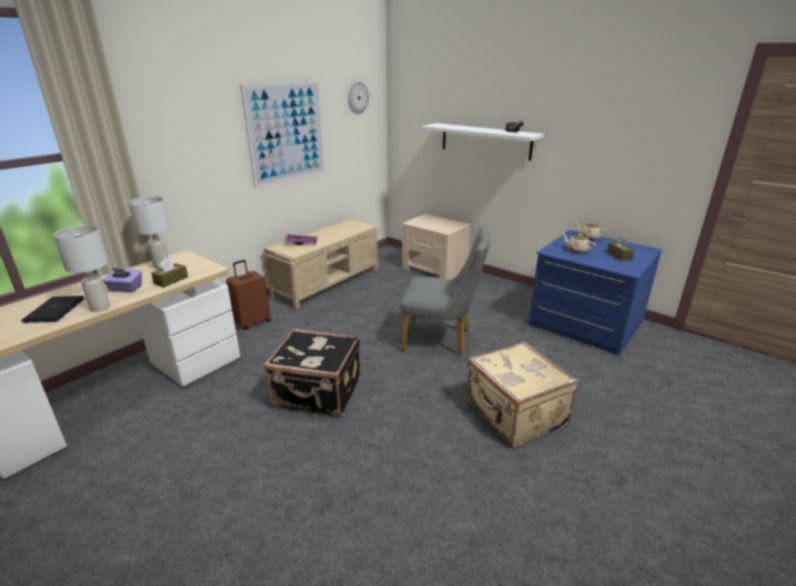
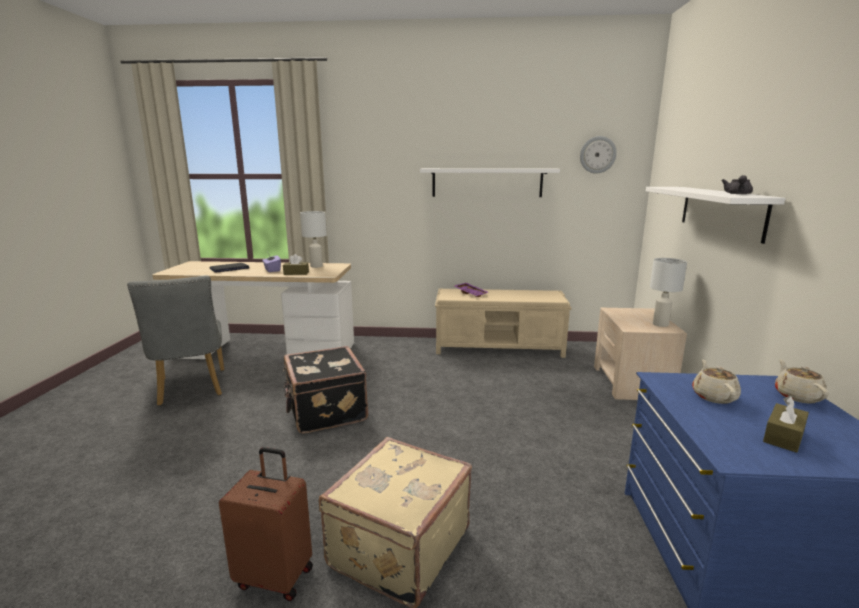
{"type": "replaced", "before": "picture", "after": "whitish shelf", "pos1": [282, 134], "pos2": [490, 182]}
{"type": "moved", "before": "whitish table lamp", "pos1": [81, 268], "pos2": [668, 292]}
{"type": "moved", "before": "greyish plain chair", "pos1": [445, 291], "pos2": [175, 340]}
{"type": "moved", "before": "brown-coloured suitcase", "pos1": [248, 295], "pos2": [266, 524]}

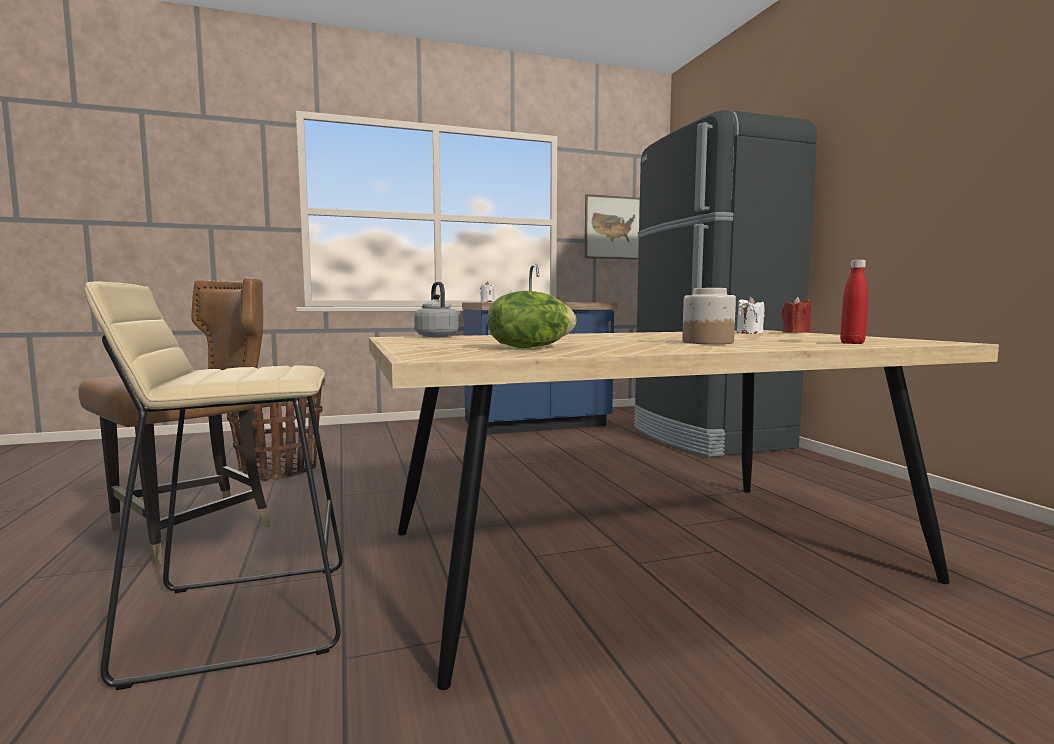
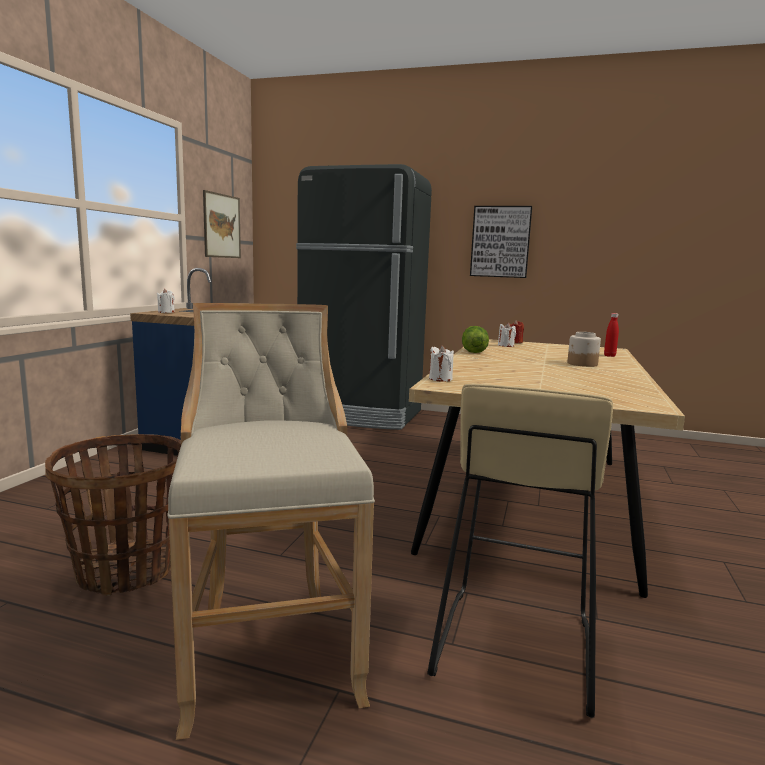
{"type": "replaced", "before": "brown-coloured plain chair", "after": "beige stool", "pos1": [174, 421], "pos2": [271, 521]}
{"type": "replaced", "before": "greyish water kettle", "after": "whitish wax candle", "pos1": [436, 309], "pos2": [441, 363]}
{"type": "moved", "before": "lettuce head", "pos1": [531, 319], "pos2": [475, 339]}
{"type": "added", "after": "picture", "pos2": [501, 242]}

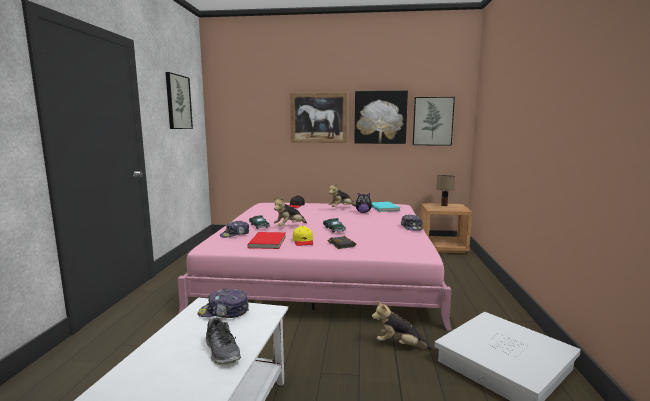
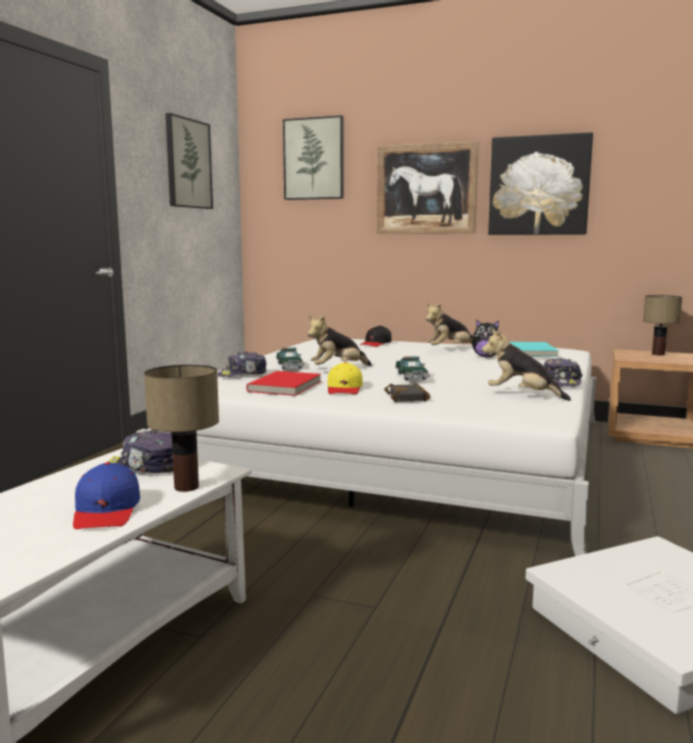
{"type": "moved", "before": "picture", "pos1": [434, 121], "pos2": [313, 157]}
{"type": "recoloured", "before": "pink-coloured sleeping bed", "after": "whitish sleeping bed", "pos1": [314, 267], "pos2": [366, 447]}
{"type": "moved", "before": "soft toy", "pos1": [402, 325], "pos2": [526, 365]}
{"type": "replaced", "before": "item of footwear", "after": "blue-coloured baseball cap", "pos1": [223, 341], "pos2": [106, 495]}
{"type": "added", "after": "table lamp", "pos2": [181, 428]}

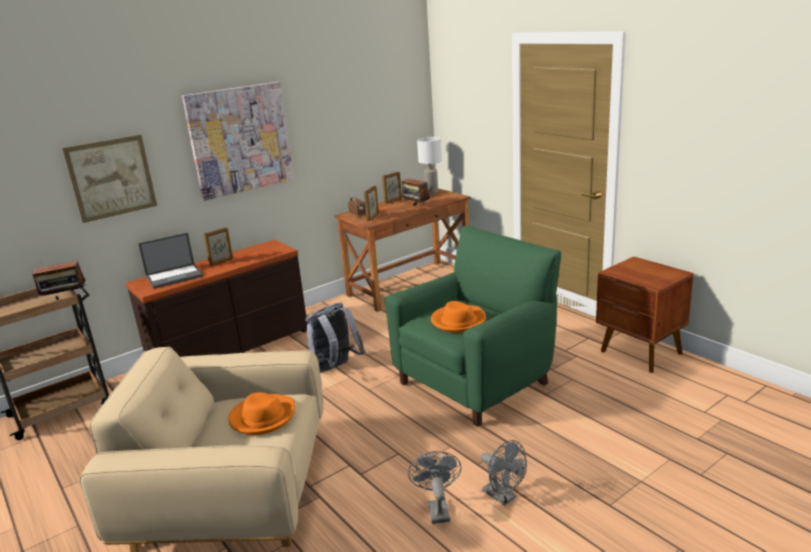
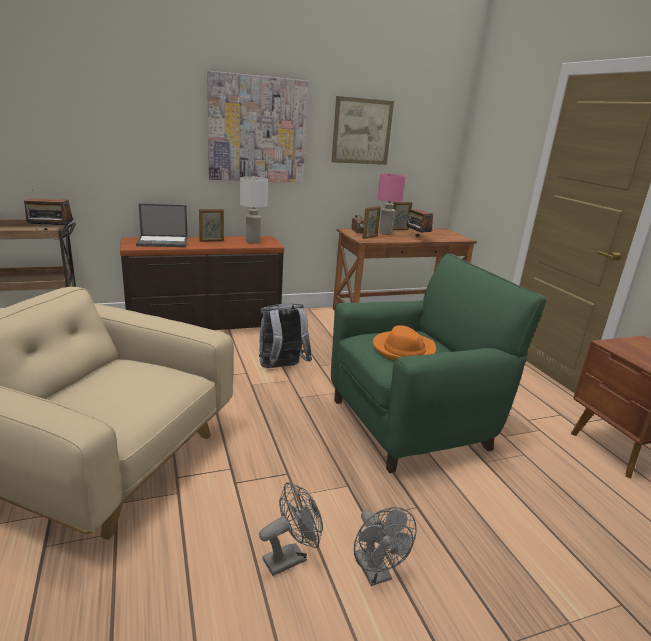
{"type": "moved", "before": "picture", "pos1": [109, 179], "pos2": [362, 130]}
{"type": "moved", "before": "whitish table lamp", "pos1": [429, 165], "pos2": [254, 210]}
{"type": "removed", "before": "orangey clothing hat", "pos1": [261, 413]}
{"type": "turned", "before": "greyish fan", "pos1": [434, 487], "pos2": [291, 529], "turn": 45}
{"type": "added", "after": "pink-coloured table lamp", "pos2": [391, 204]}

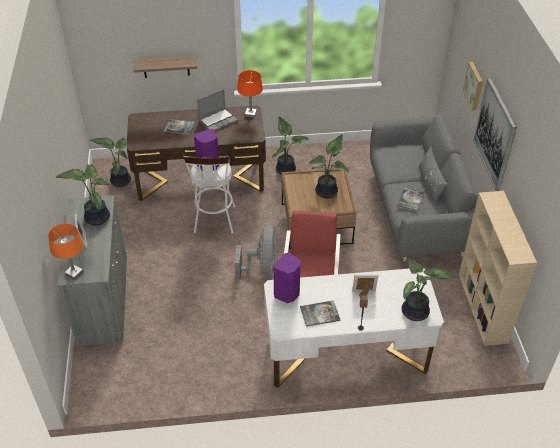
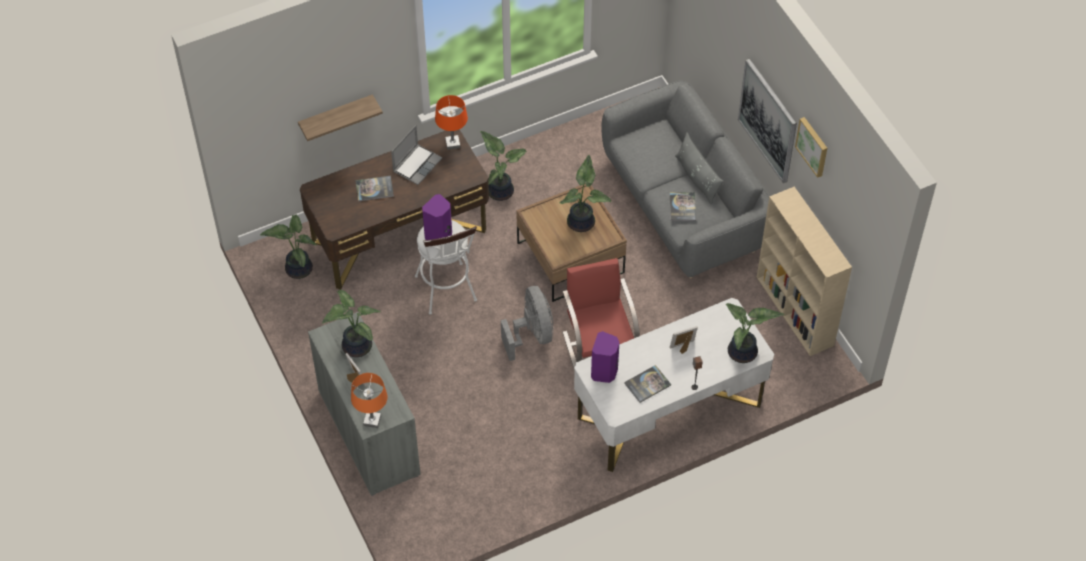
{"type": "moved", "before": "picture", "pos1": [473, 86], "pos2": [811, 147]}

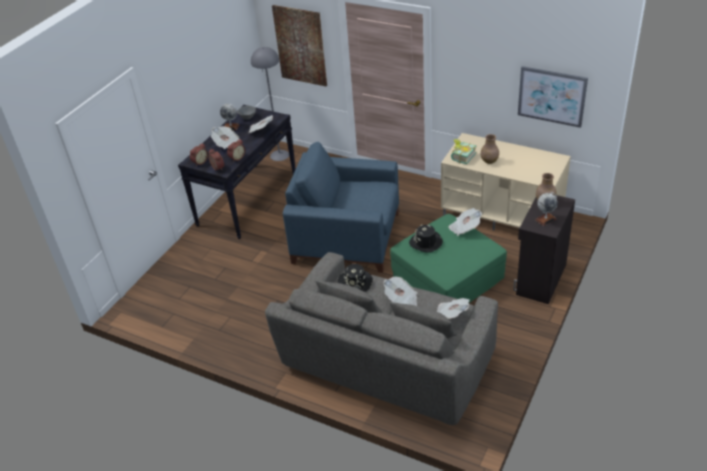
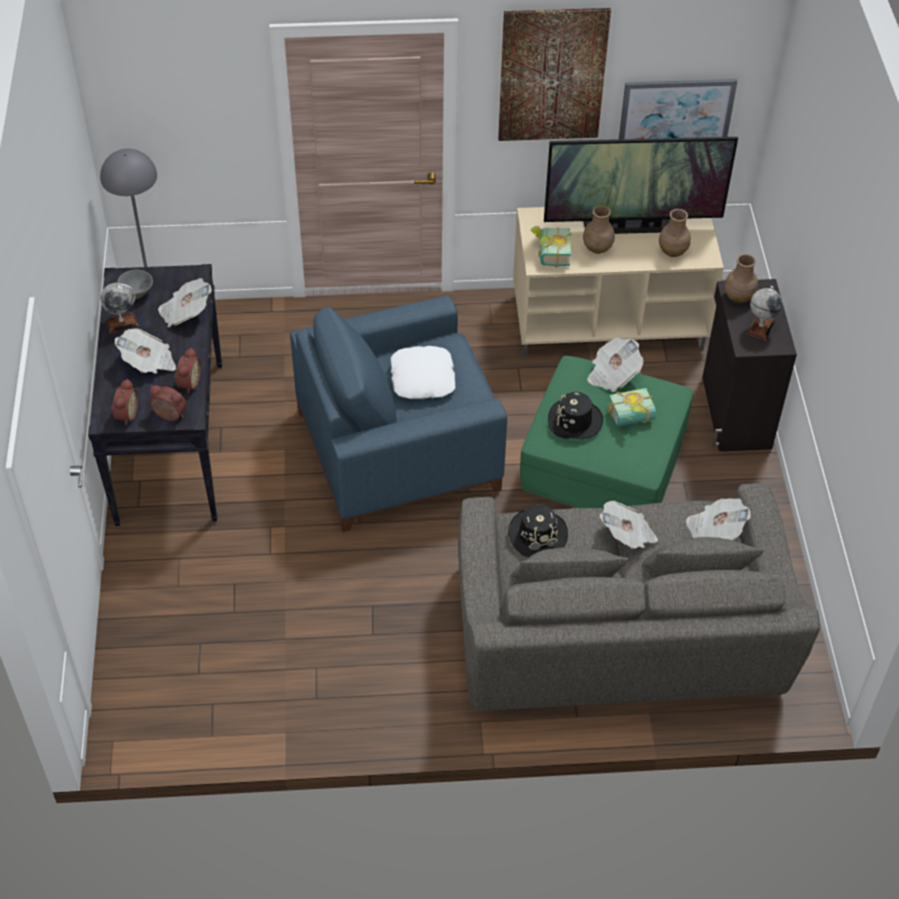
{"type": "moved", "before": "picture", "pos1": [299, 45], "pos2": [554, 74]}
{"type": "added", "after": "TV set", "pos2": [641, 185]}
{"type": "added", "after": "brown-coloured vase", "pos2": [675, 233]}
{"type": "added", "after": "whitish throw pillow", "pos2": [423, 372]}
{"type": "added", "after": "volume", "pos2": [631, 407]}

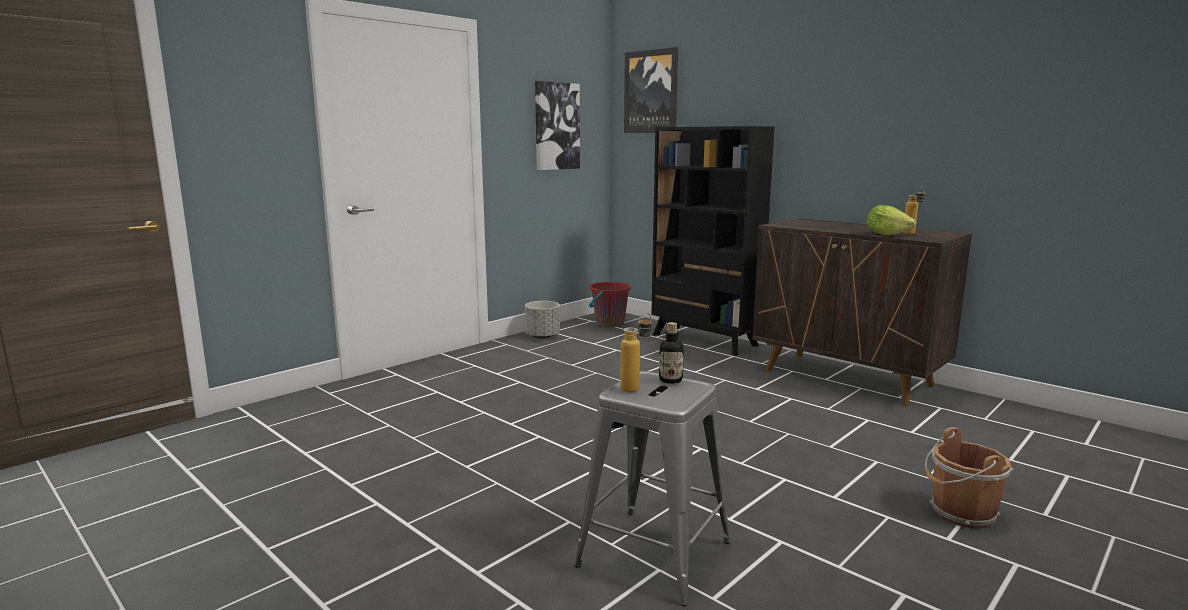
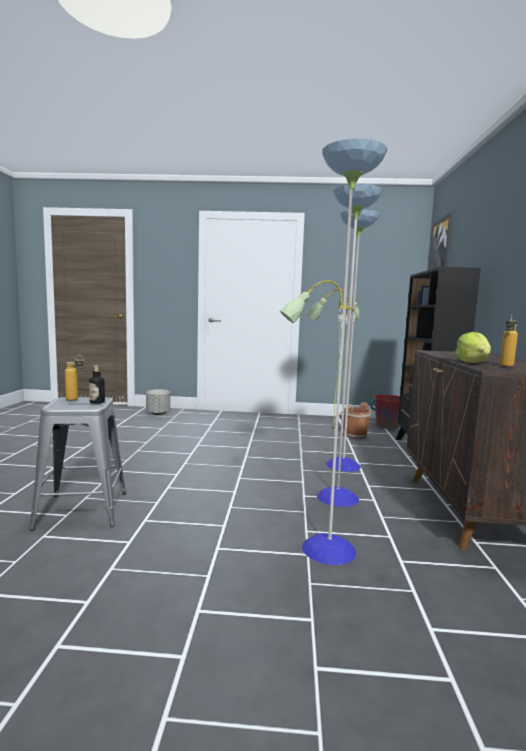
{"type": "removed", "before": "picture", "pos1": [557, 125]}
{"type": "moved", "before": "greyish flower pot", "pos1": [542, 320], "pos2": [158, 402]}
{"type": "moved", "before": "brown-coloured pail", "pos1": [969, 477], "pos2": [355, 420]}
{"type": "added", "after": "standard lamp", "pos2": [333, 351]}

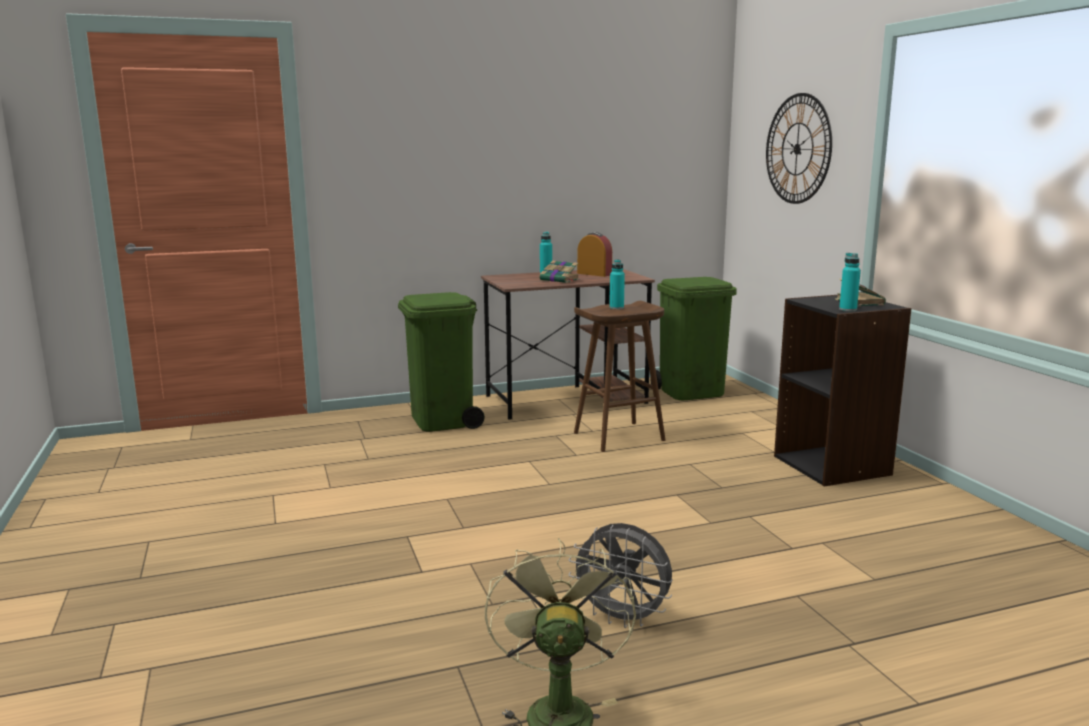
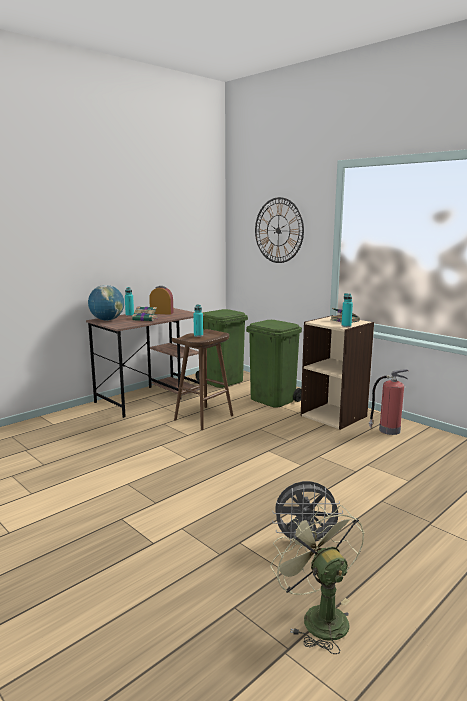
{"type": "moved", "before": "green waste bin", "pos1": [441, 362], "pos2": [274, 364]}
{"type": "recoloured", "before": "black-coloured shelving unit", "after": "beige shelving unit", "pos1": [842, 390], "pos2": [337, 372]}
{"type": "added", "after": "globe", "pos2": [106, 303]}
{"type": "added", "after": "extinguisher", "pos2": [388, 402]}

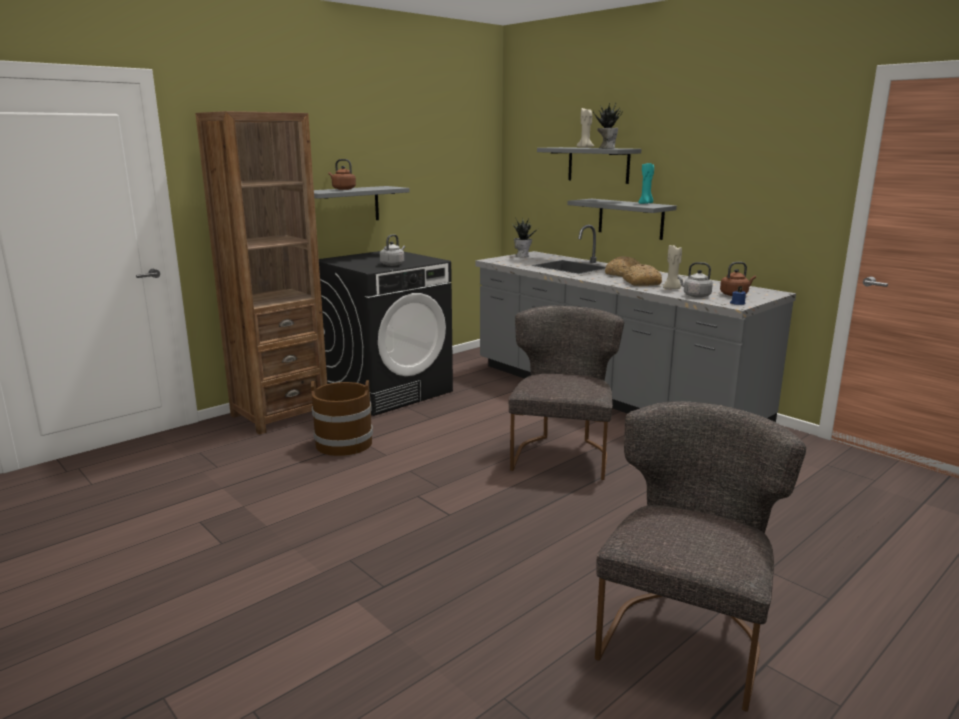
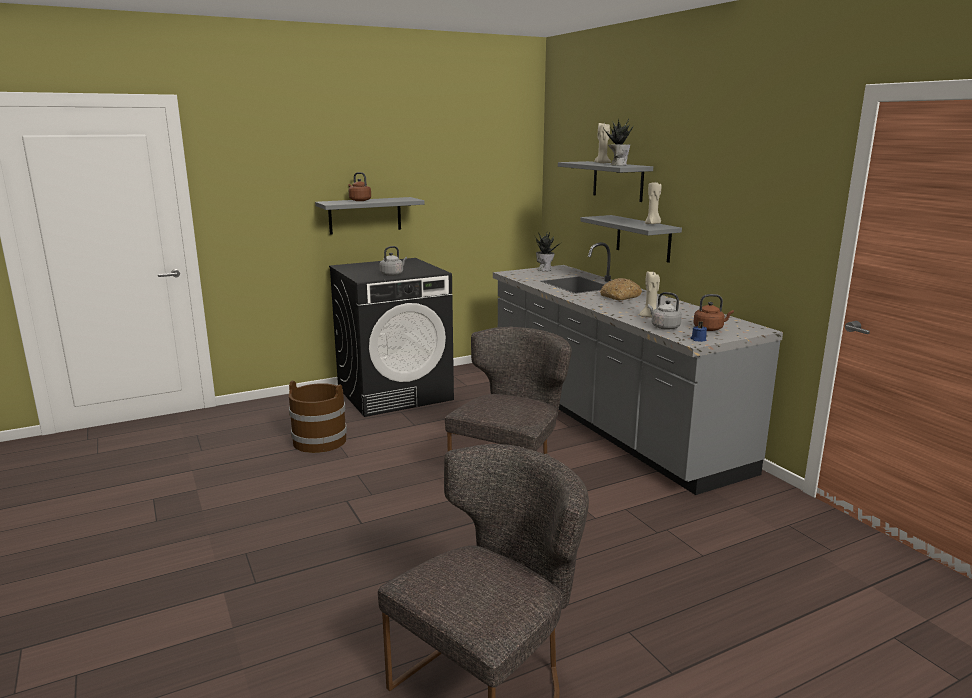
{"type": "removed", "before": "brown-coloured shelving unit", "pos1": [261, 273]}
{"type": "recoloured", "before": "turquoise-coloured wax candle", "after": "beige wax candle", "pos1": [646, 183], "pos2": [653, 203]}
{"type": "removed", "before": "baked bread", "pos1": [642, 275]}

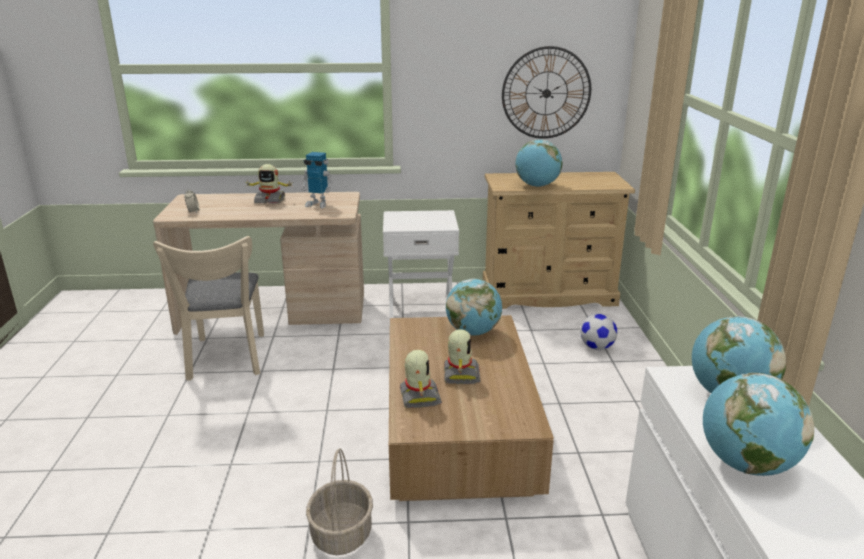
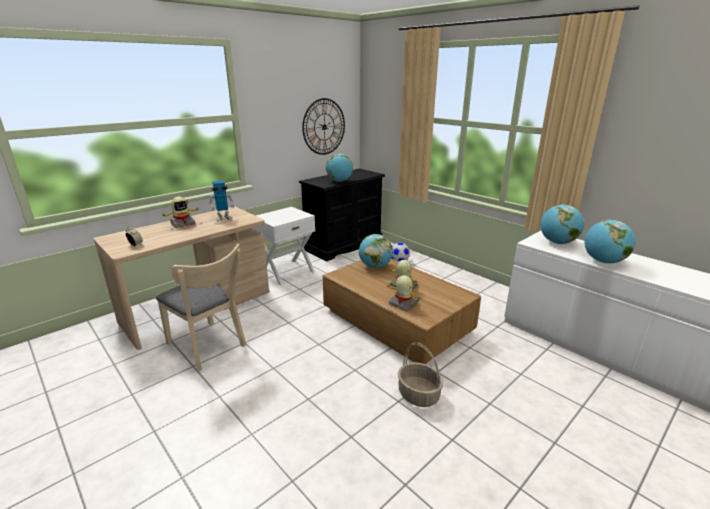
{"type": "recoloured", "before": "beige dresser", "after": "black-coloured dresser", "pos1": [559, 240], "pos2": [342, 215]}

